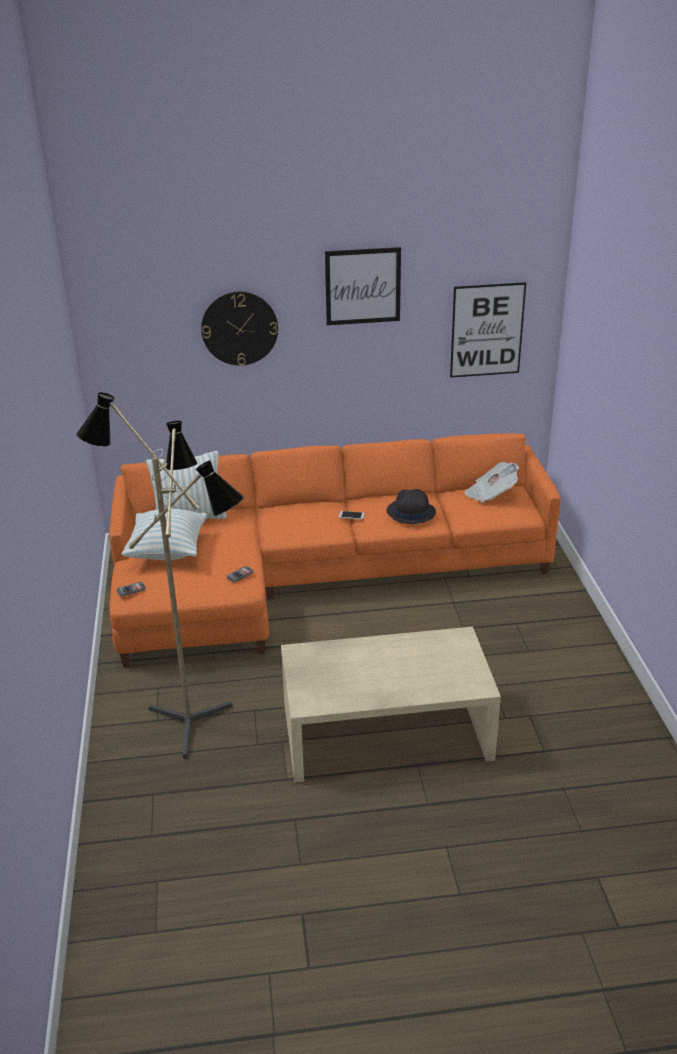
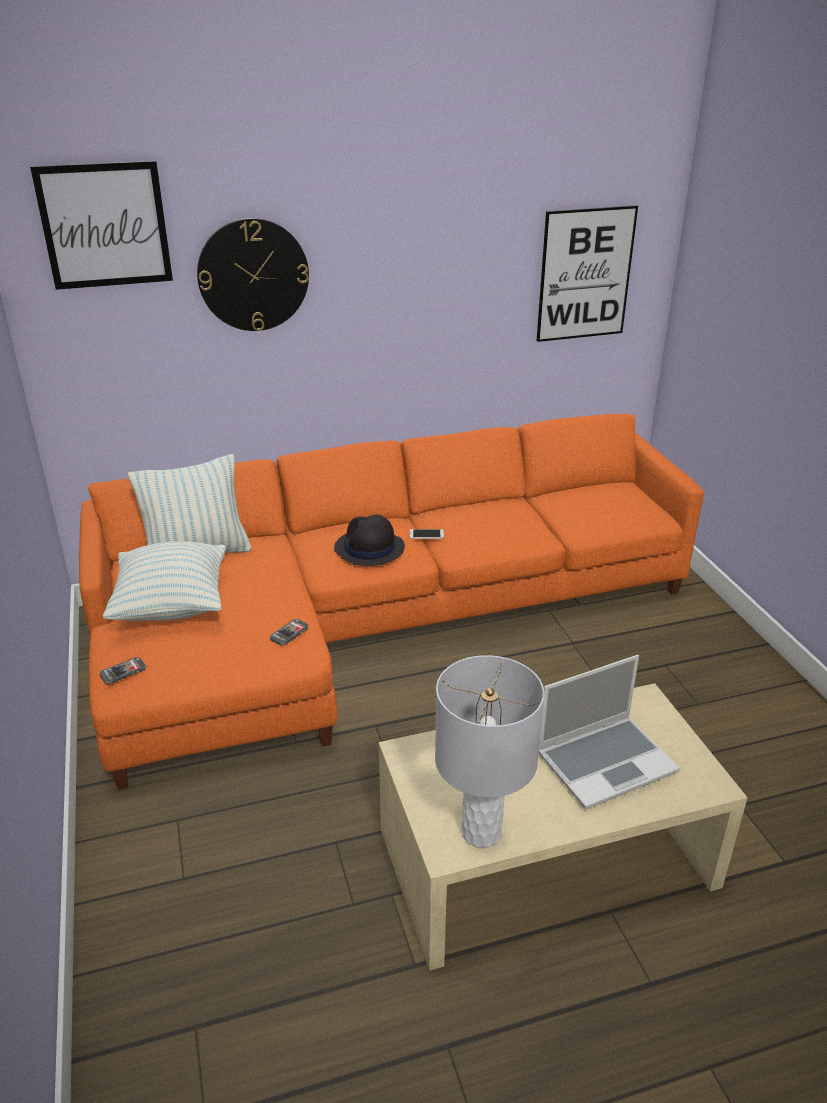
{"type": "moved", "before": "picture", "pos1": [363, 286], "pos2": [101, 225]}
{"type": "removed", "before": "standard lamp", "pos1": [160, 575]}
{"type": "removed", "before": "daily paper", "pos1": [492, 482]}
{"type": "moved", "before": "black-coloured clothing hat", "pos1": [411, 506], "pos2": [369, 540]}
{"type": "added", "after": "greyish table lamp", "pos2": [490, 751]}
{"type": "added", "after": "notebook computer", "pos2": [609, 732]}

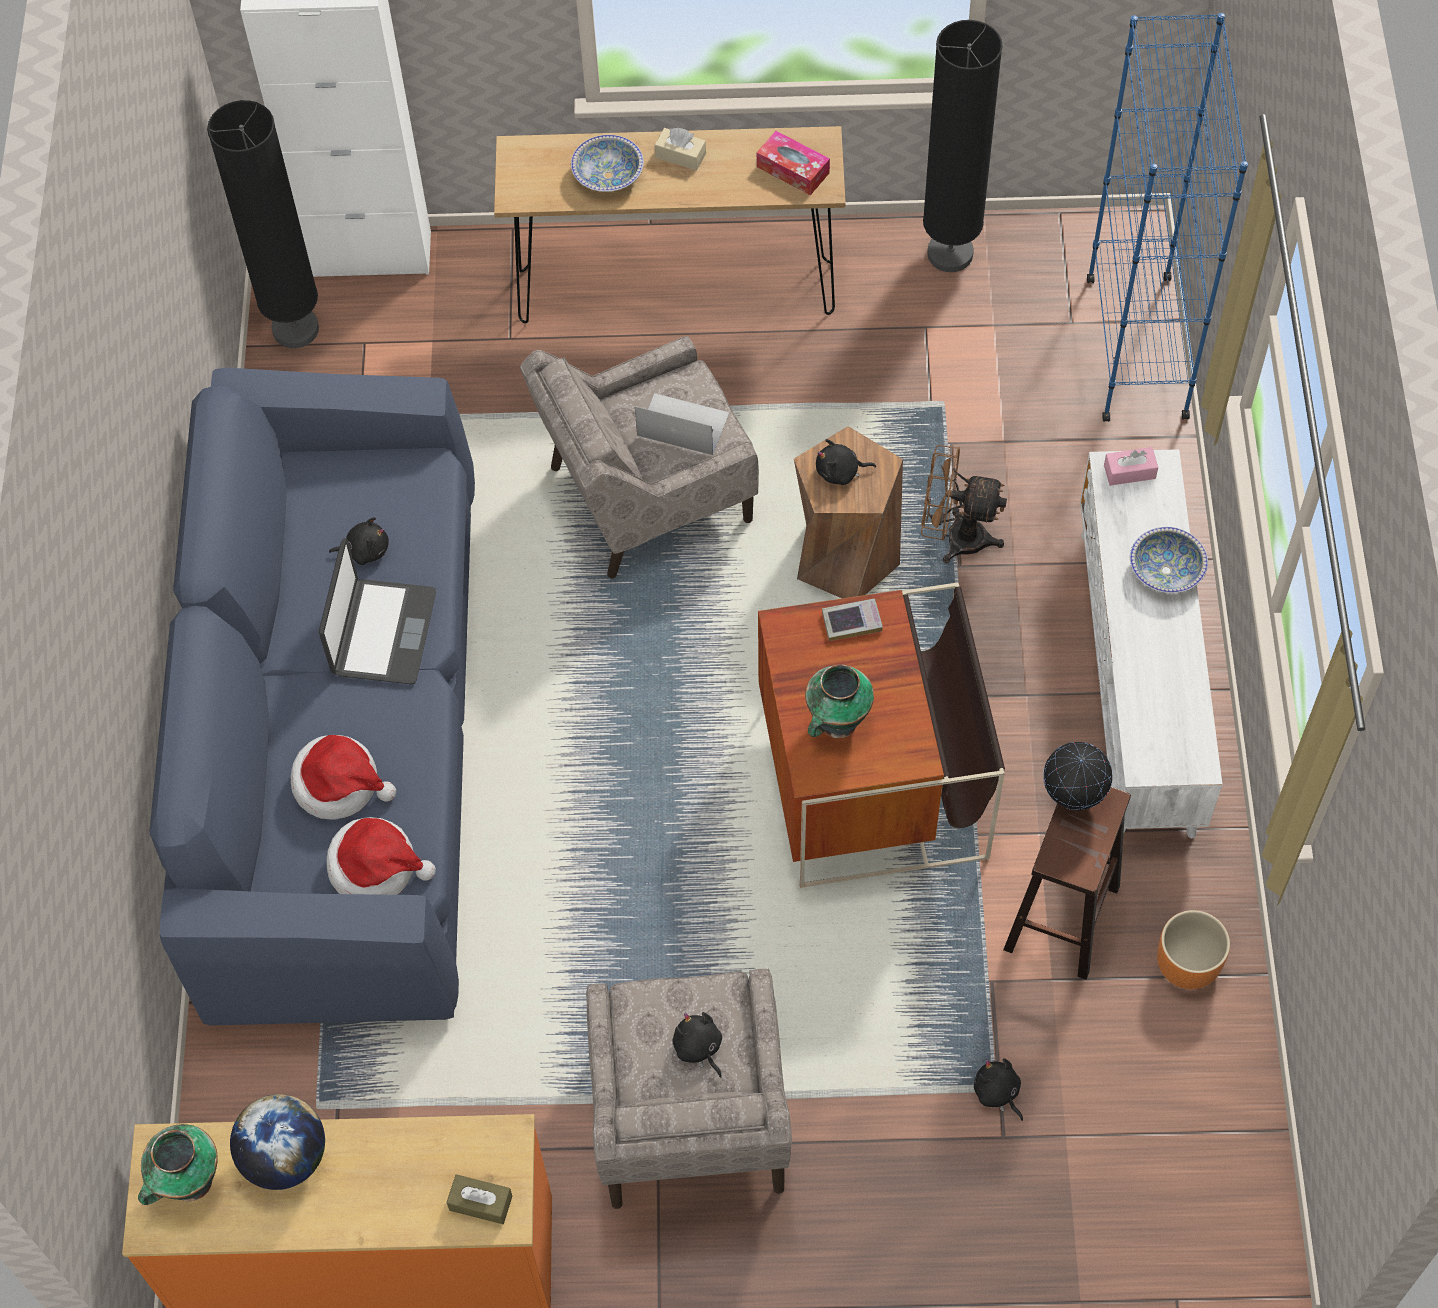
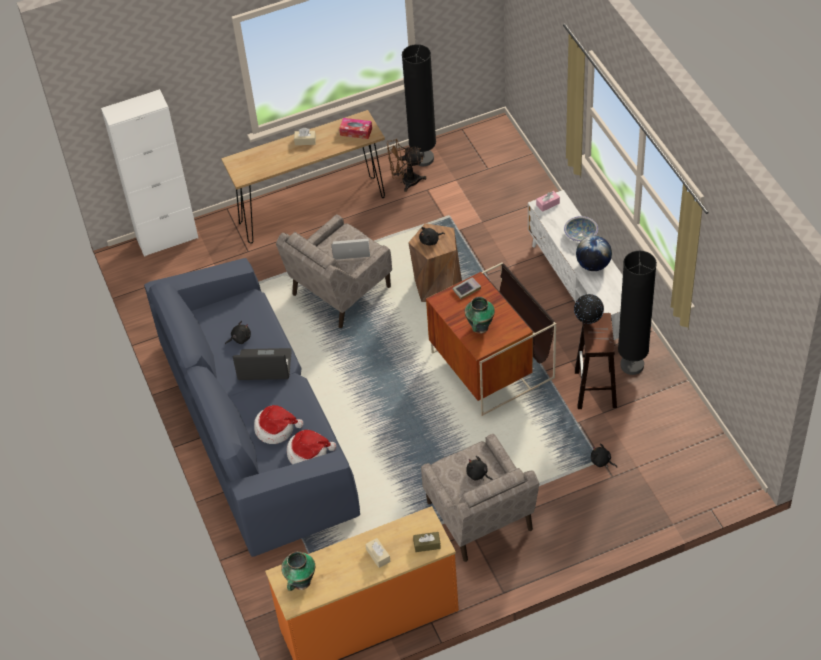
{"type": "removed", "before": "blue-coloured shelving unit", "pos1": [1167, 217]}
{"type": "moved", "before": "black-coloured standard lamp", "pos1": [263, 224], "pos2": [637, 313]}
{"type": "removed", "before": "bowl", "pos1": [607, 163]}
{"type": "moved", "before": "brown-coloured fan", "pos1": [964, 504], "pos2": [406, 165]}
{"type": "turned", "before": "notebook computer", "pos1": [377, 611], "pos2": [262, 364], "turn": -75}
{"type": "removed", "before": "orangey flower pot", "pos1": [1193, 949]}
{"type": "moved", "before": "globe", "pos1": [277, 1142], "pos2": [594, 253]}
{"type": "added", "after": "beige box of tissues", "pos2": [378, 553]}

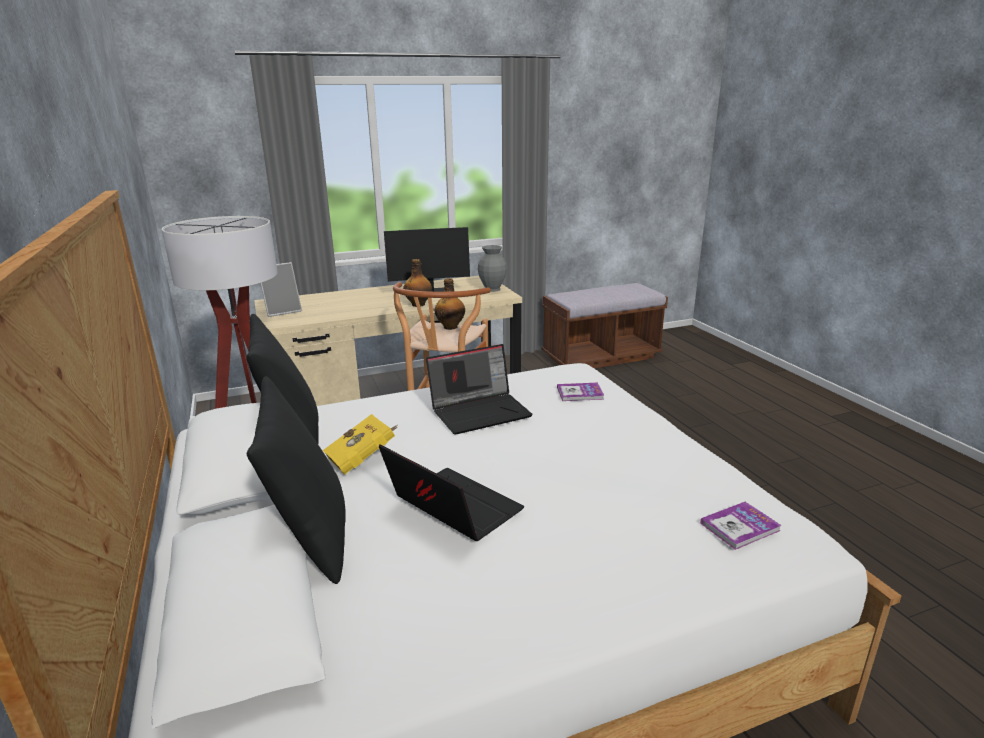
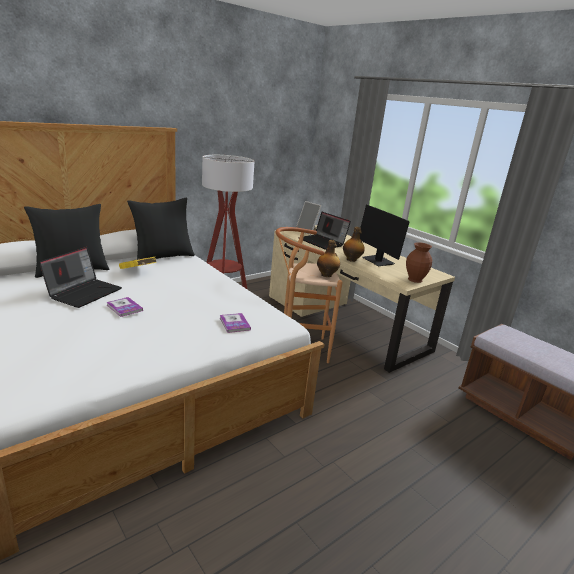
{"type": "recoloured", "before": "greyish vase", "after": "brown-coloured vase", "pos1": [492, 268], "pos2": [419, 262]}
{"type": "moved", "before": "notebook computer", "pos1": [479, 389], "pos2": [324, 231]}
{"type": "moved", "before": "volume", "pos1": [741, 526], "pos2": [124, 307]}

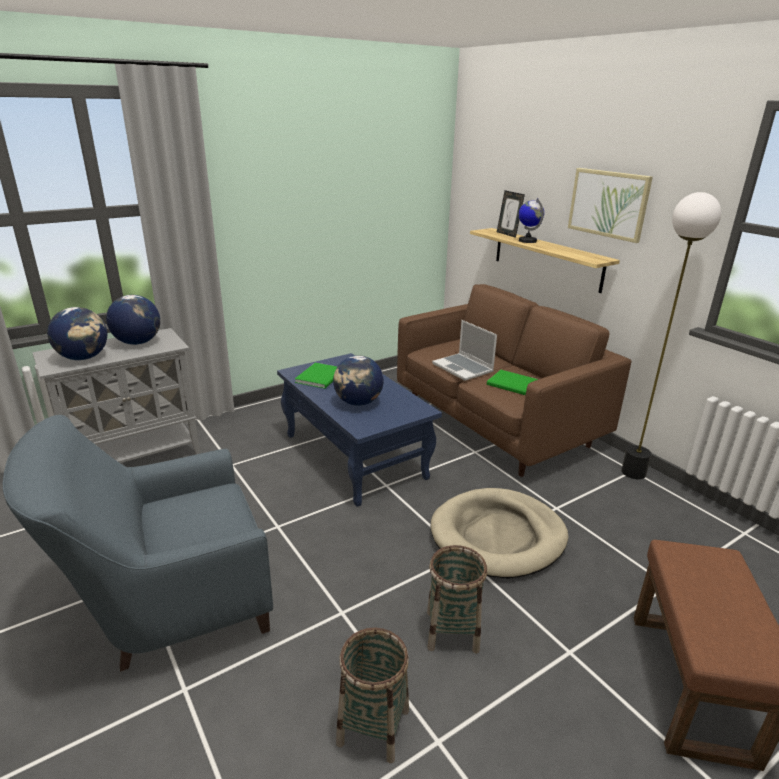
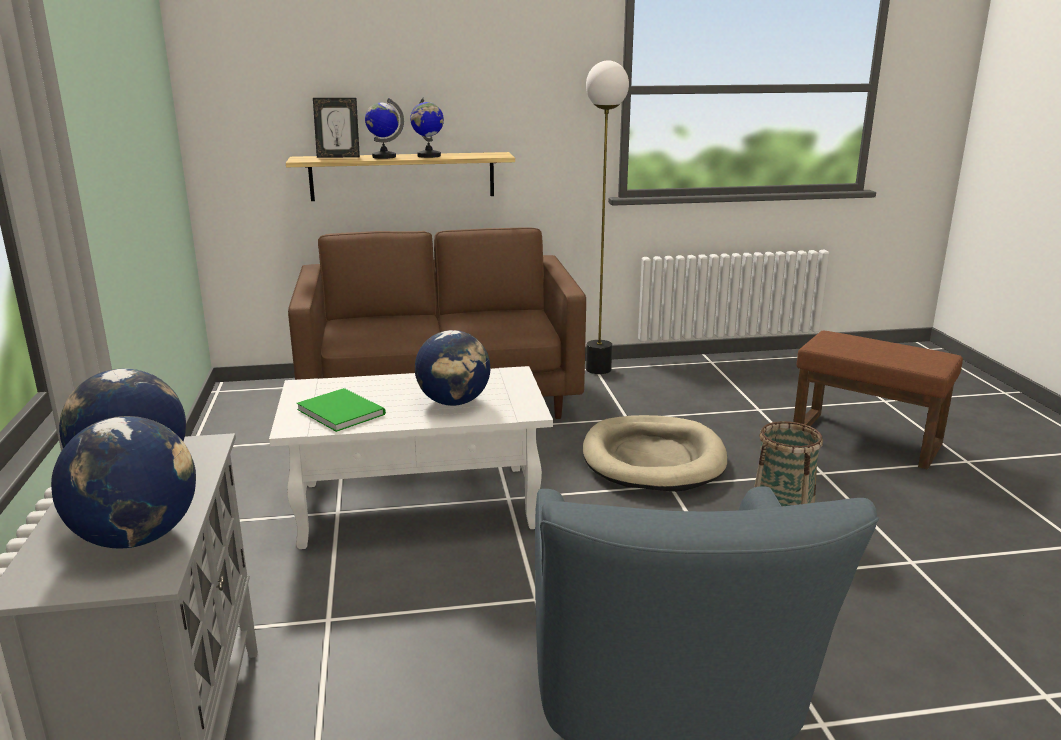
{"type": "removed", "before": "picture", "pos1": [610, 205]}
{"type": "removed", "before": "notebook computer", "pos1": [464, 350]}
{"type": "recoloured", "before": "blue-coloured lounge table", "after": "whitish lounge table", "pos1": [359, 430], "pos2": [411, 457]}
{"type": "removed", "before": "green volume", "pos1": [512, 382]}
{"type": "removed", "before": "household basket", "pos1": [372, 695]}
{"type": "added", "after": "globe", "pos2": [427, 127]}

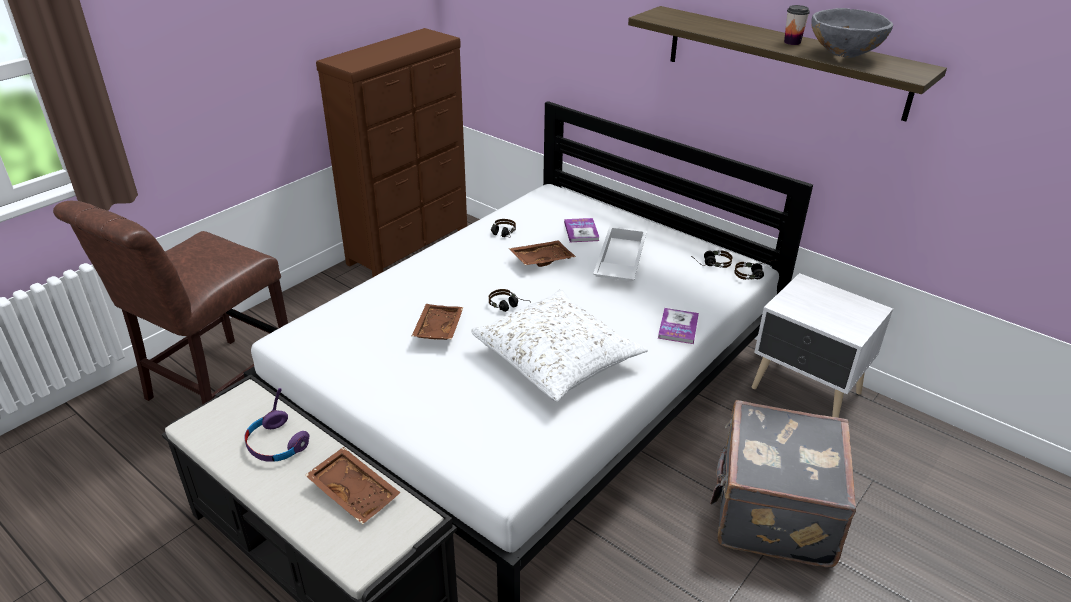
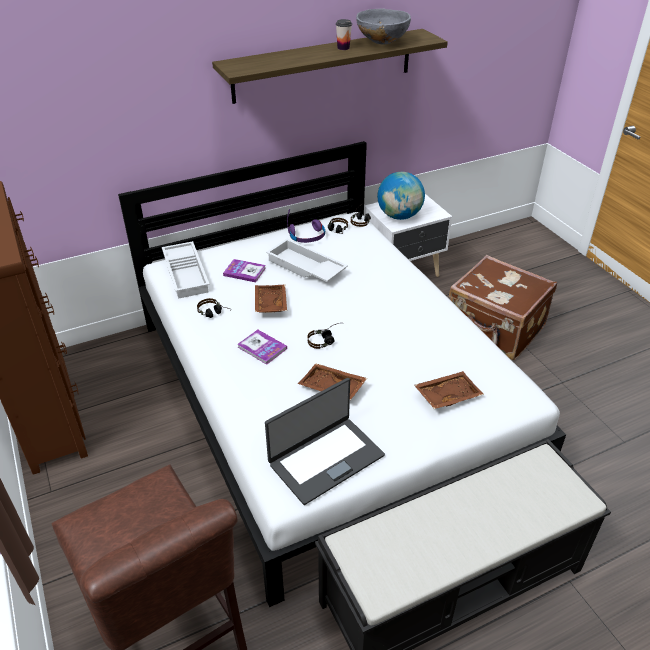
{"type": "removed", "before": "whitish throw pillow", "pos1": [559, 346]}
{"type": "moved", "before": "volume", "pos1": [678, 326], "pos2": [262, 347]}
{"type": "moved", "before": "purple-coloured pair of headphones", "pos1": [276, 425], "pos2": [306, 226]}
{"type": "recoloured", "before": "greyish suitcase", "after": "brown-coloured suitcase", "pos1": [783, 484], "pos2": [503, 307]}
{"type": "moved", "before": "brown-coloured carrying tray", "pos1": [352, 486], "pos2": [449, 390]}
{"type": "added", "after": "globe", "pos2": [401, 196]}
{"type": "added", "after": "whitish carrying tray", "pos2": [186, 270]}
{"type": "added", "after": "notebook computer", "pos2": [325, 441]}

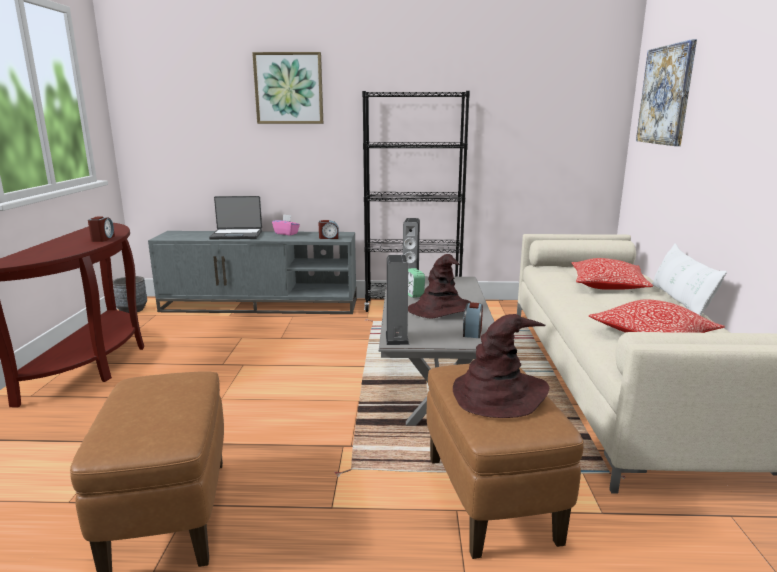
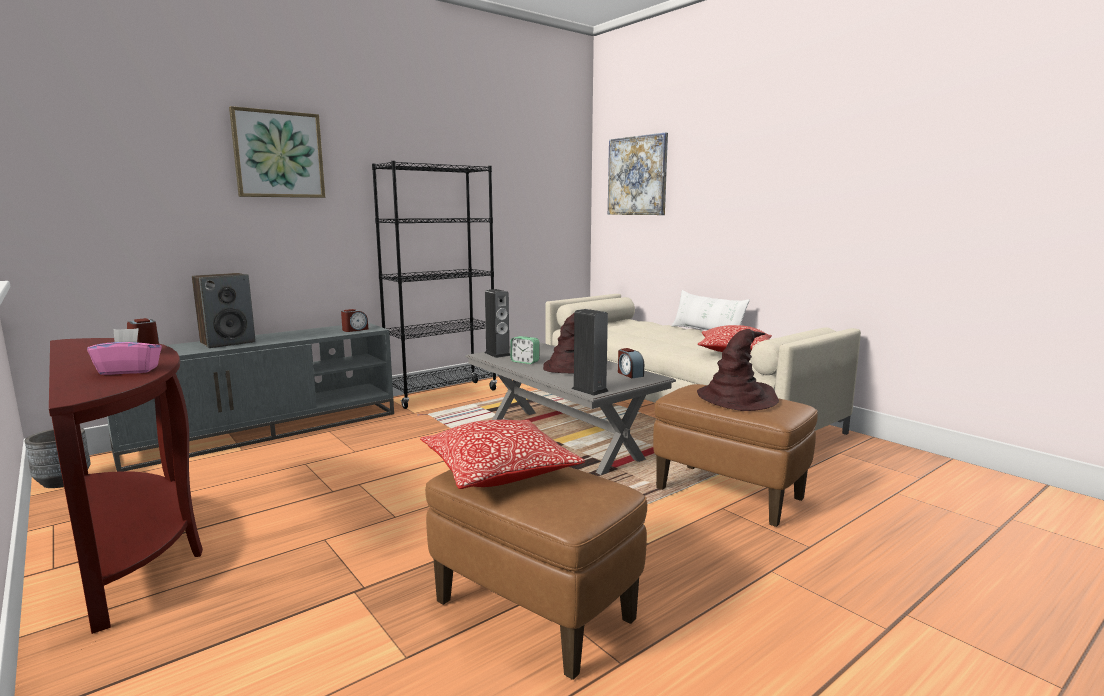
{"type": "replaced", "before": "notebook computer", "after": "speaker", "pos1": [235, 217], "pos2": [224, 310]}
{"type": "moved", "before": "pink-coloured box of tissues", "pos1": [286, 224], "pos2": [124, 351]}
{"type": "moved", "before": "throw pillow", "pos1": [612, 274], "pos2": [502, 454]}

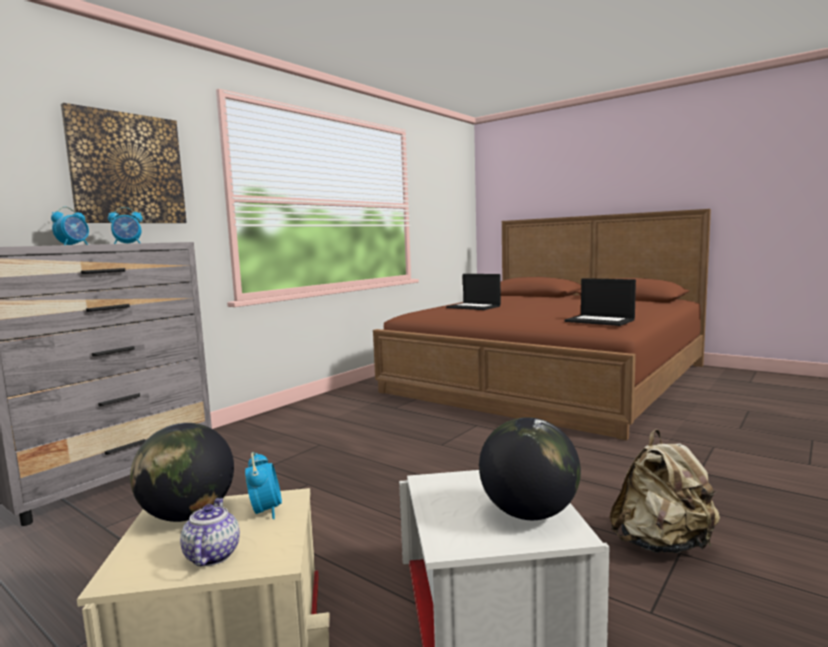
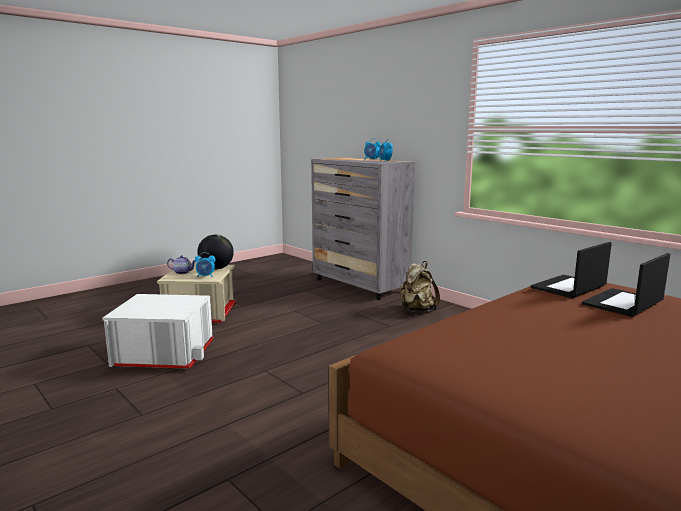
{"type": "removed", "before": "picture", "pos1": [124, 163]}
{"type": "moved", "before": "notebook computer", "pos1": [600, 302], "pos2": [571, 270]}
{"type": "removed", "before": "globe", "pos1": [530, 468]}
{"type": "moved", "before": "beige backpack", "pos1": [664, 491], "pos2": [420, 286]}

